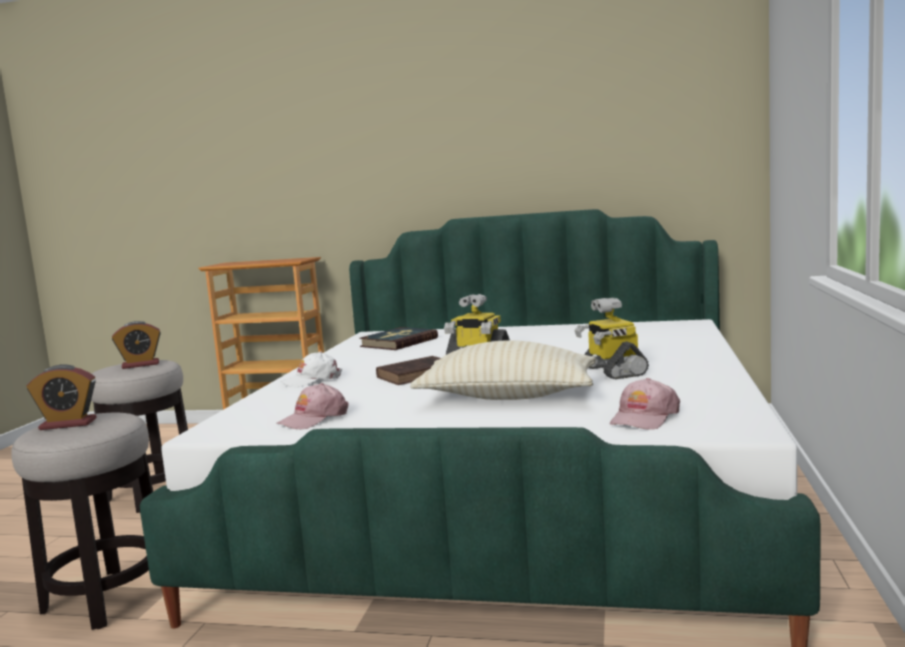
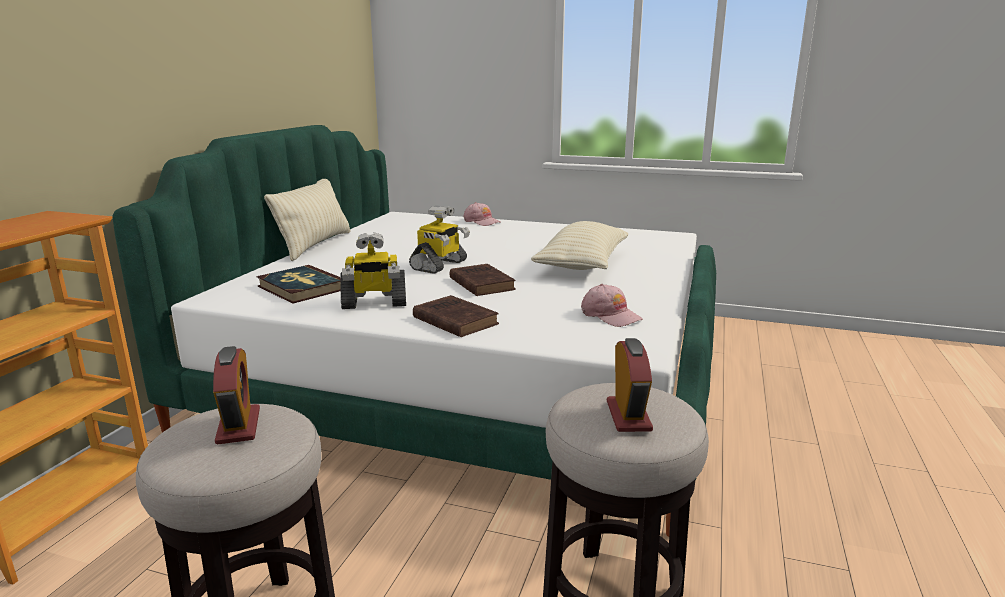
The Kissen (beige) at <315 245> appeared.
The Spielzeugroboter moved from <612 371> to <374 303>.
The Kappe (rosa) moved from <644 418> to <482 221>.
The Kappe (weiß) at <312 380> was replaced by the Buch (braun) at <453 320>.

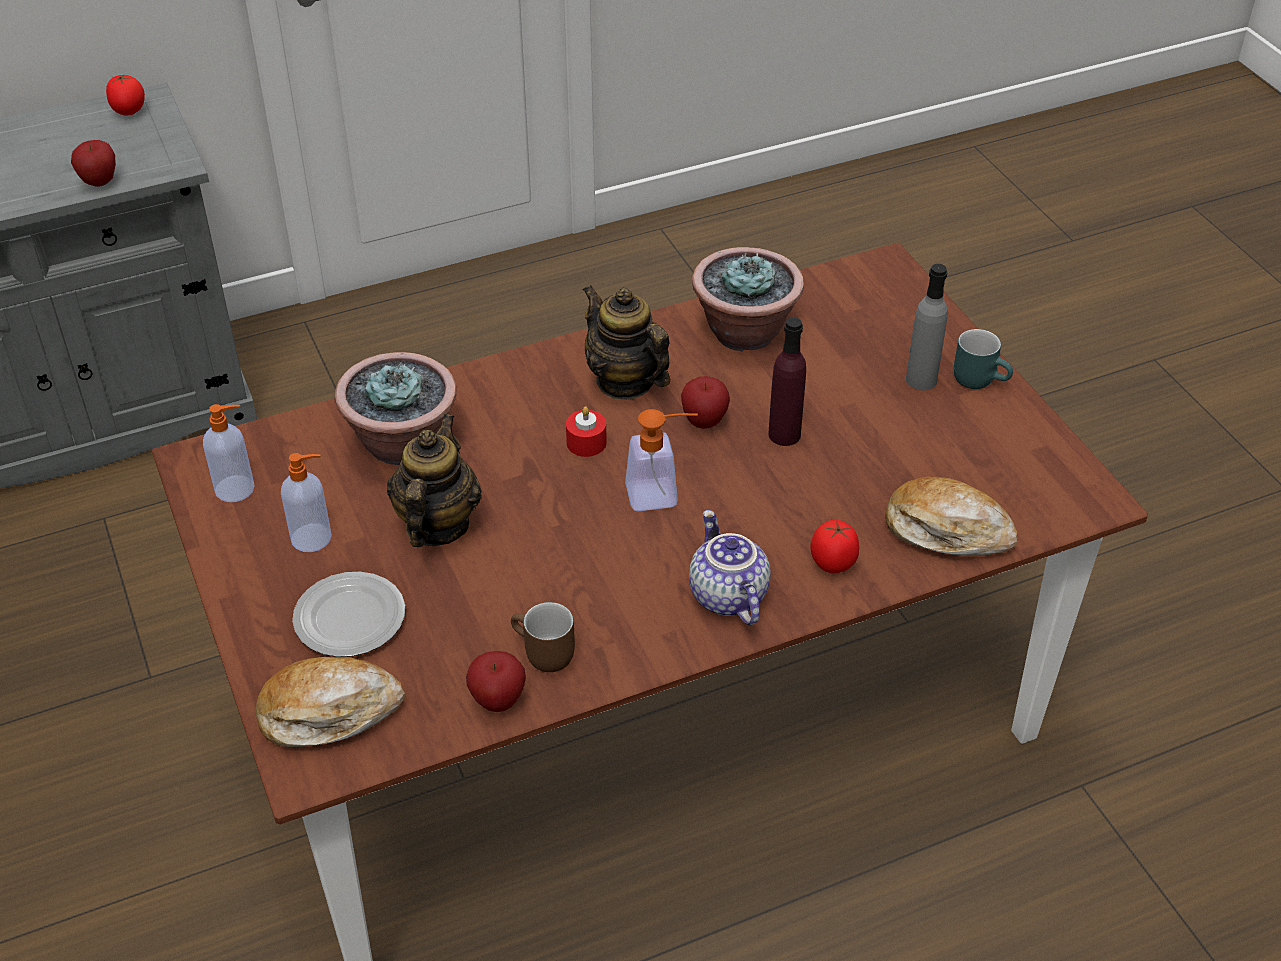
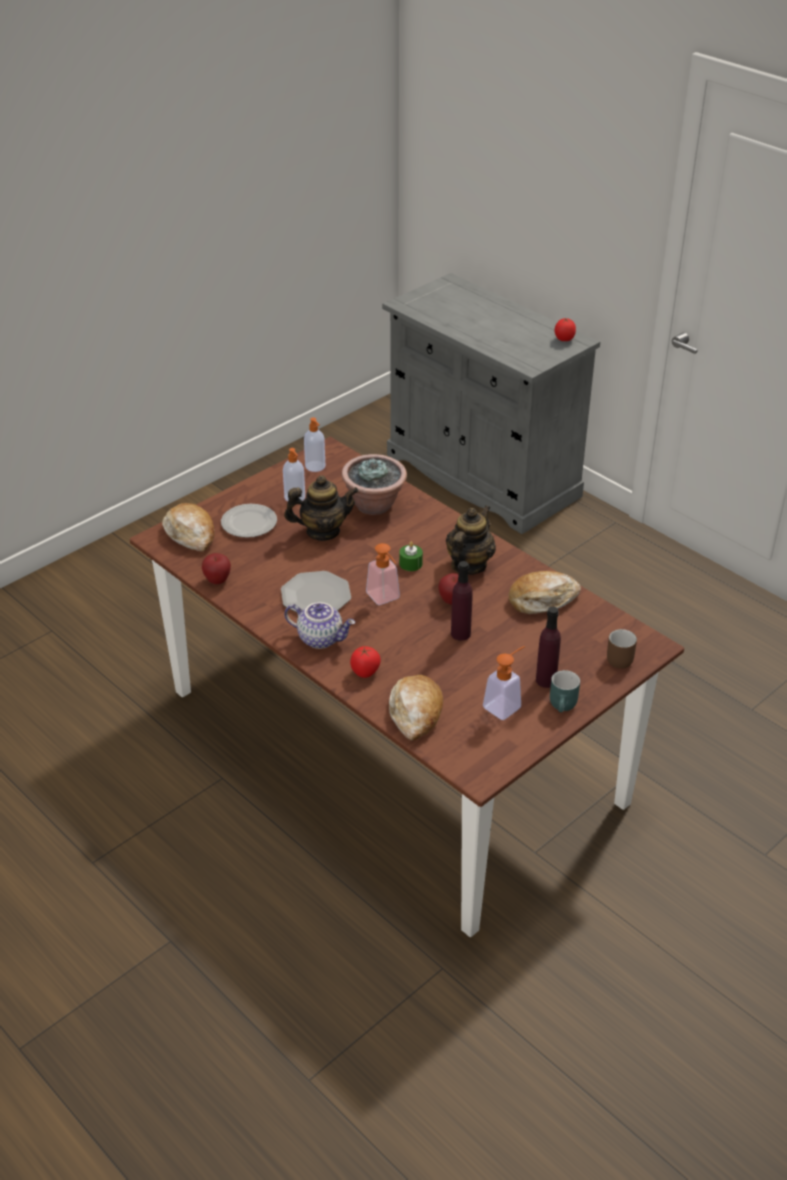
The Apfel at <99 182> disappeared.
The Teller at <316 596> appeared.
The Seifenspender at <506 704> appeared.
The Henkelbecher (braun) moved from <541 655> to <618 657>.
The Topfpflanze at <744 332> was replaced by the Brot at <542 599>.
The Kerze (rot) at <586 442> became the Kerze (grün) at <410 563>.
The Flasche (grau) at <921 380> became the Flasche (lila) at <546 680>.
The Teekanne at <726 596> turned 60 degrees clockwise.

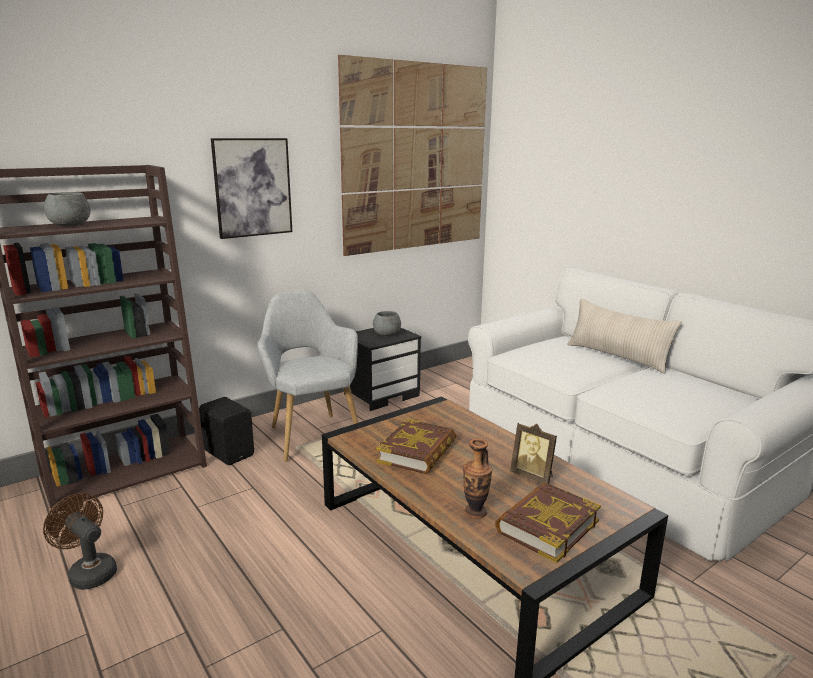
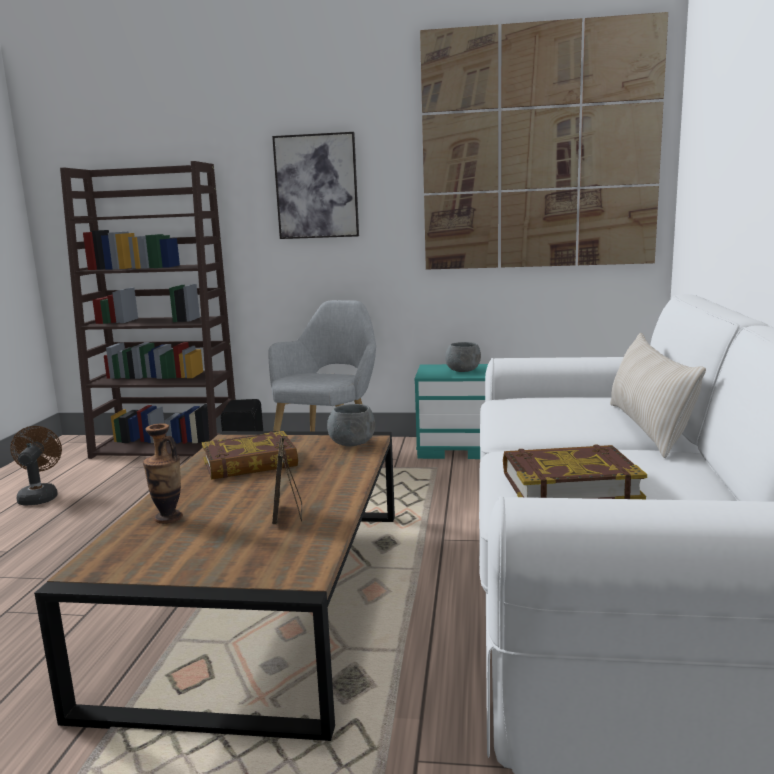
The Schüssel (grau) moved from <70 225> to <352 444>.
The Buch moved from <547 526> to <569 485>.
The Nachttisch (schwarz) at <381 394> became the Nachttisch (türkis) at <458 448>.

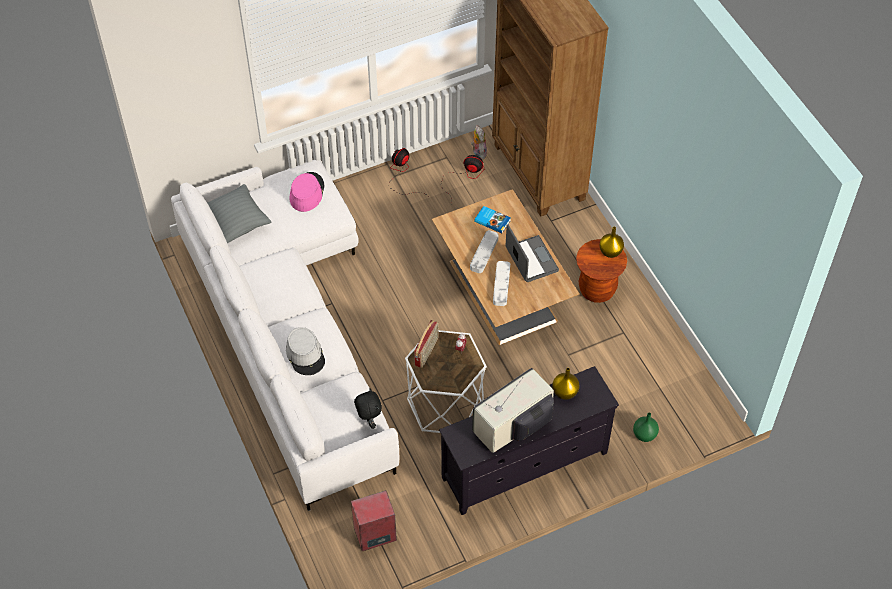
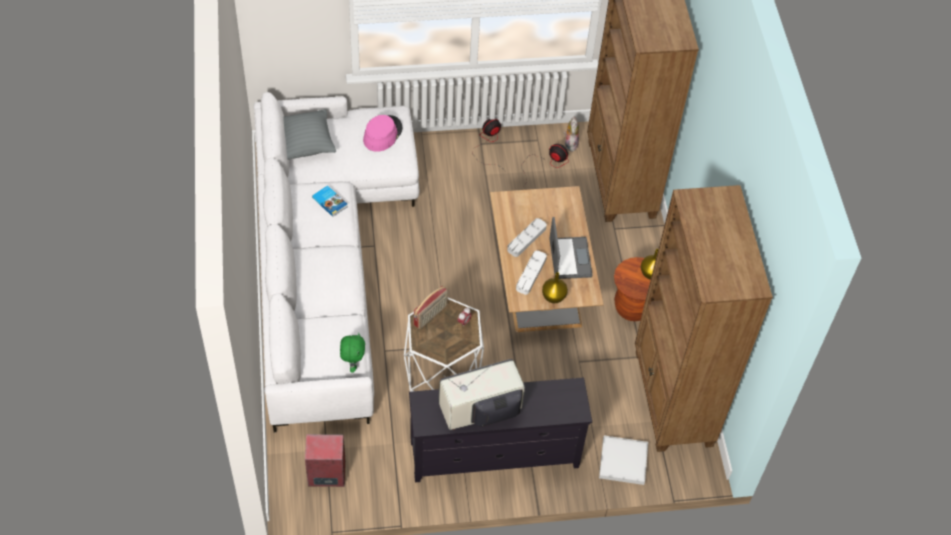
The Hut (grau) at <305 355> disappeared.
The Bücherregal (braun) at <672 399> appeared.
The Buch moved from <492 220> to <330 202>.
The Vase (gelb) moved from <564 392> to <553 296>.
The Vase (grün) at <644 434> was replaced by the Tablett (weiß) at <623 461>.
The Plüschtier (schwarz) at <369 421> became the Plüschtier (grün) at <352 364>.

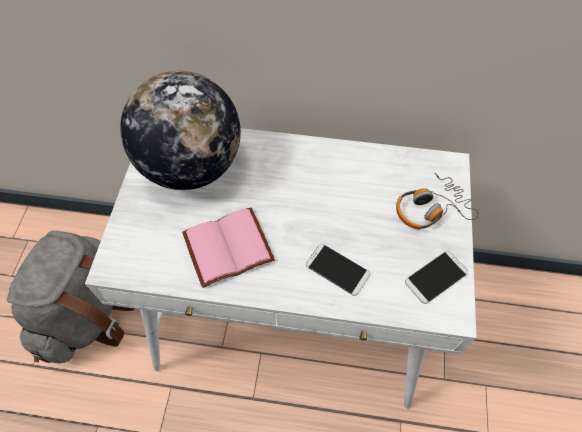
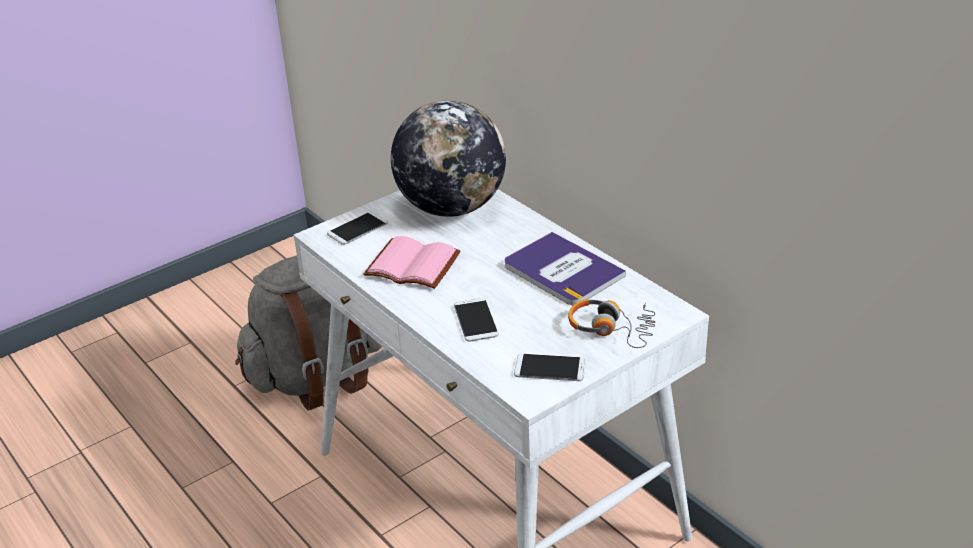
The Handy at <357 229> appeared.
The Buch at <562 270> appeared.

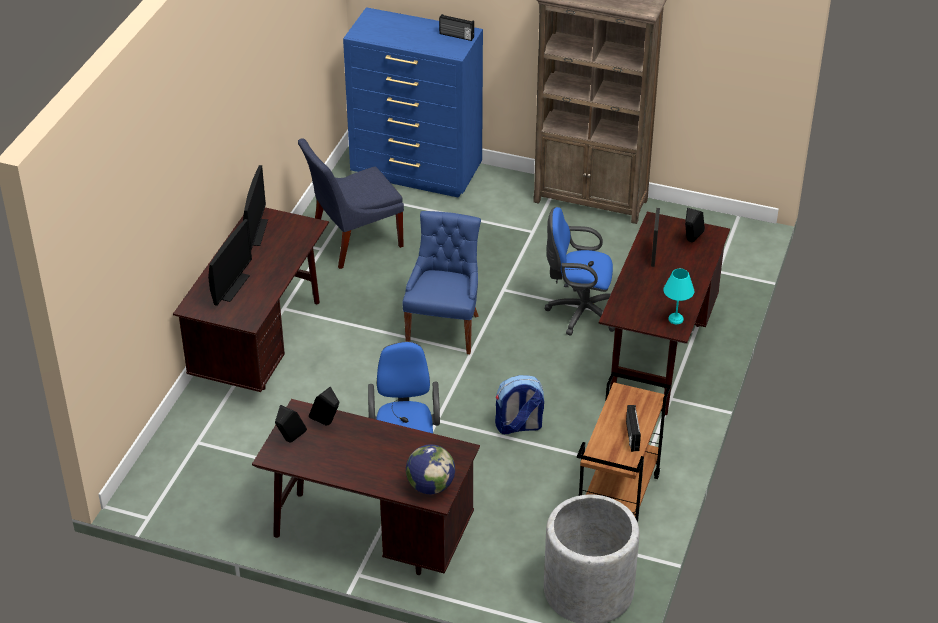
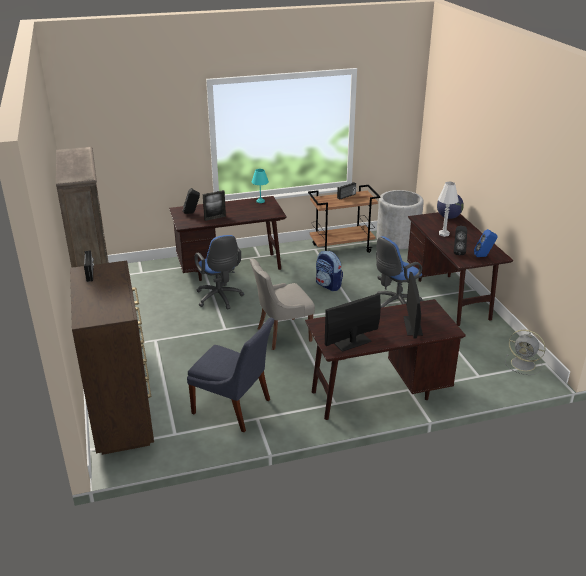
The Tischlampe (weiß) at <444 234> appeared.
The Ventilator (grau) at <524 364> appeared.
The Lautsprecher (schwarz) at <290 441> became the Lautsprecher (blau) at <483 256>.
The Kommode (blau) at <417 173> became the Kommode (braun) at <123 416>.
The Stuhl (blau) at <444 329> became the Stuhl (grau) at <282 334>.
The Monitor at <231 286> turned 75 degrees counterclockwise.

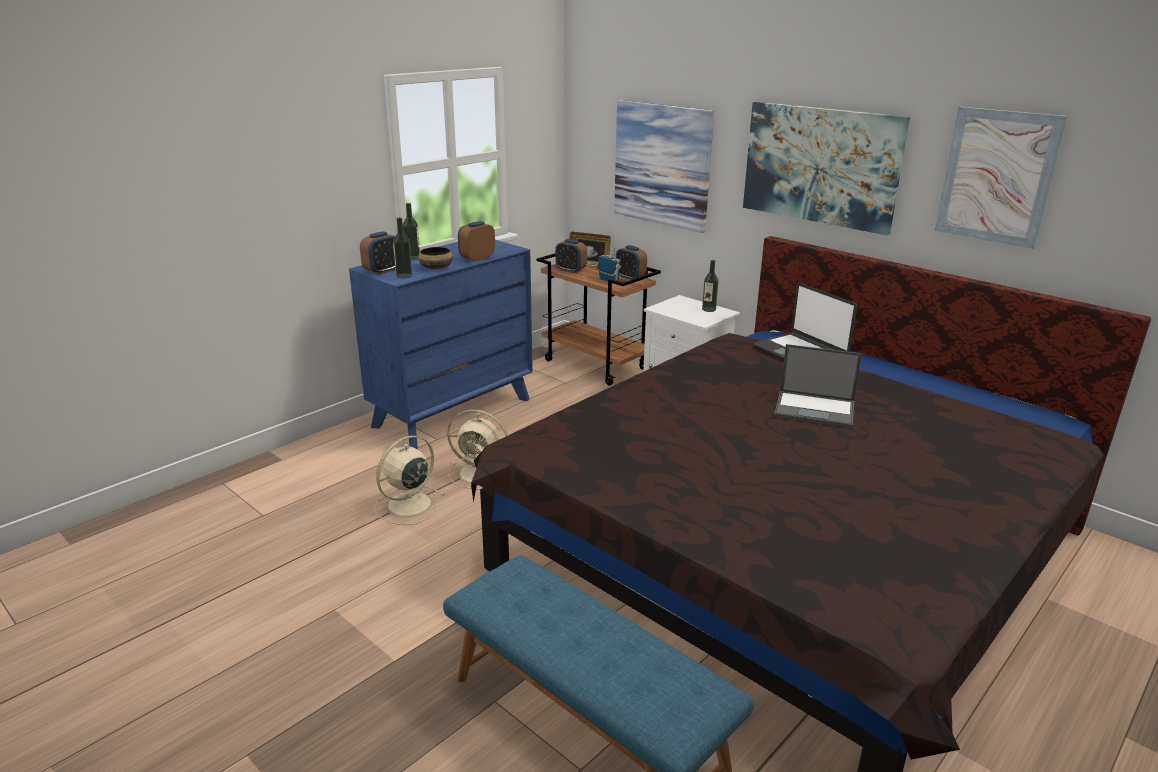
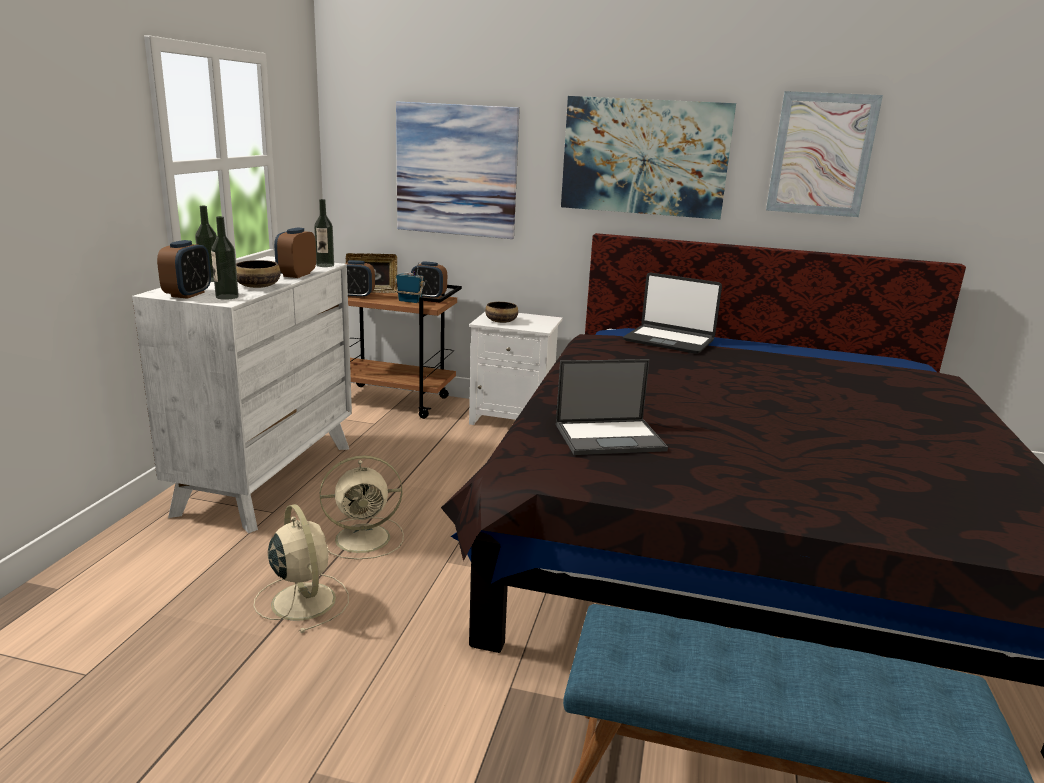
The Schüssel at <501 321> appeared.
The Flasche moved from <709 309> to <325 265>.
The Laptop moved from <815 409> to <610 437>.
The Kommode (blau) at <453 412> became the Kommode (weiß) at <267 478>.
The Ventilator (beige) at <407 505> turned 135 degrees clockwise.

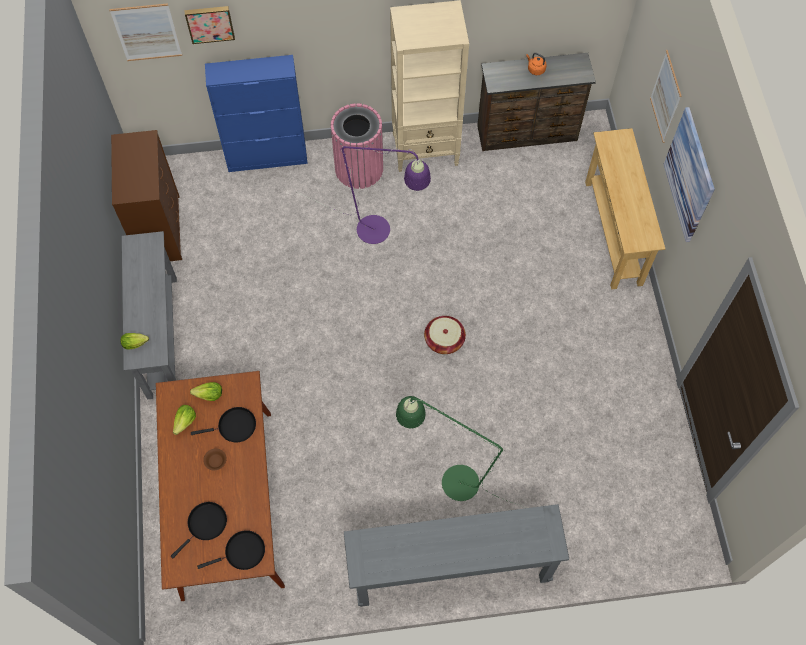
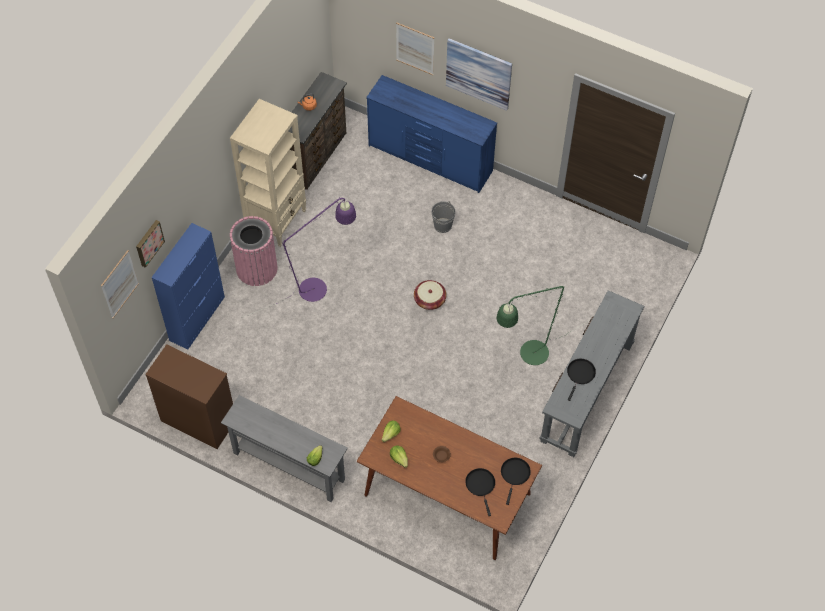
The Eimer (grau) at <443 225> appeared.
The Pfanne (schwarz) moved from <234 426> to <580 374>.
The Konsolentisch (beige) at <613 232> was replaced by the Kommode (blau) at <430 159>.

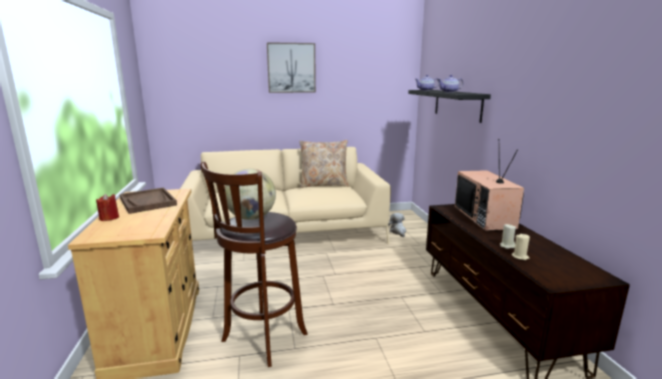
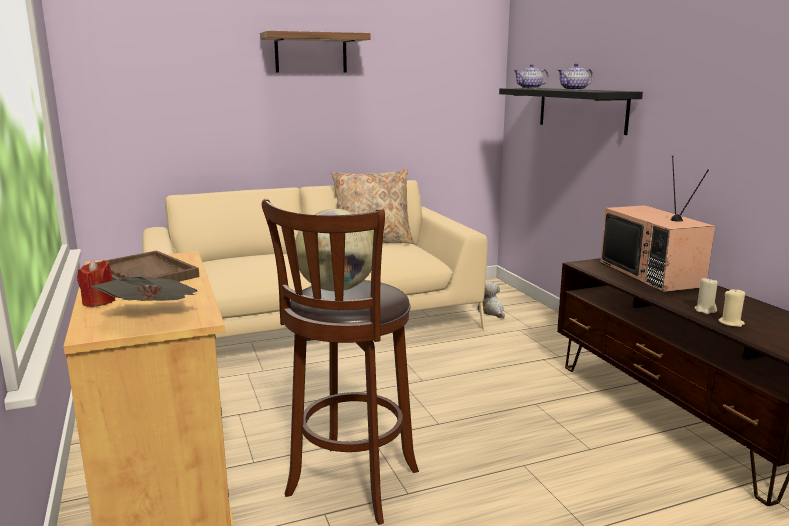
The Zeitung at <152 316> appeared.
The Bild at <291 68> was replaced by the Wandregal at <311 53>.

